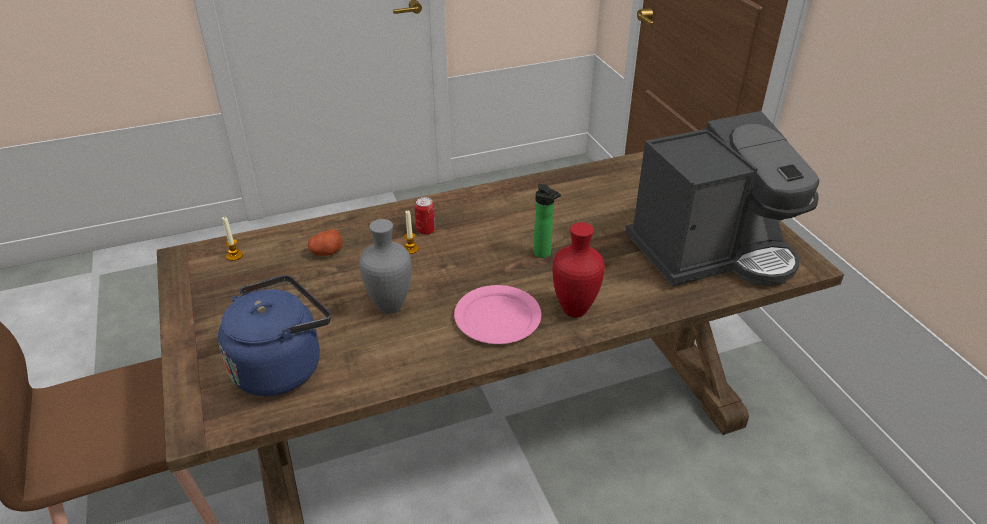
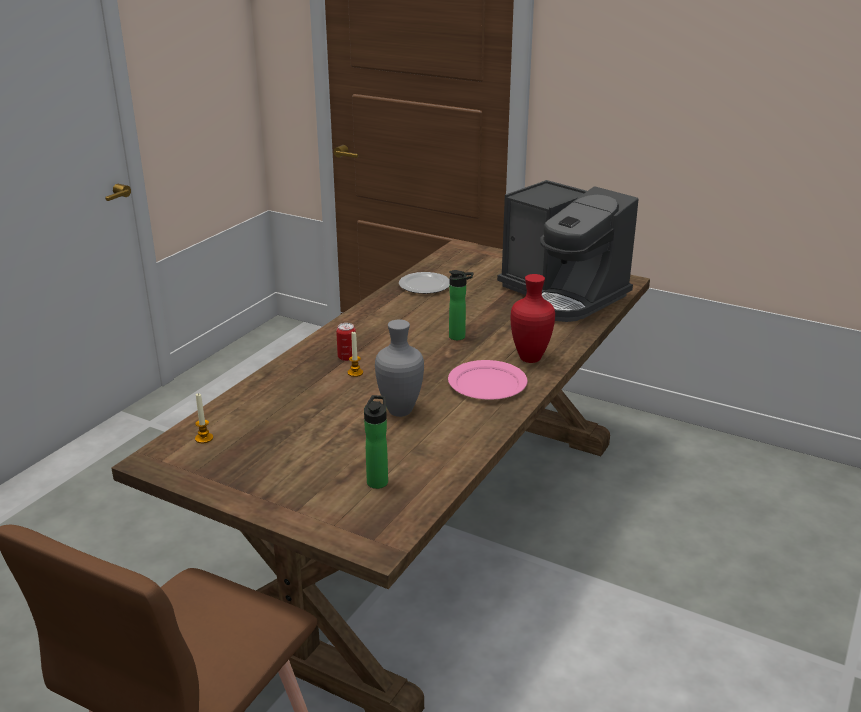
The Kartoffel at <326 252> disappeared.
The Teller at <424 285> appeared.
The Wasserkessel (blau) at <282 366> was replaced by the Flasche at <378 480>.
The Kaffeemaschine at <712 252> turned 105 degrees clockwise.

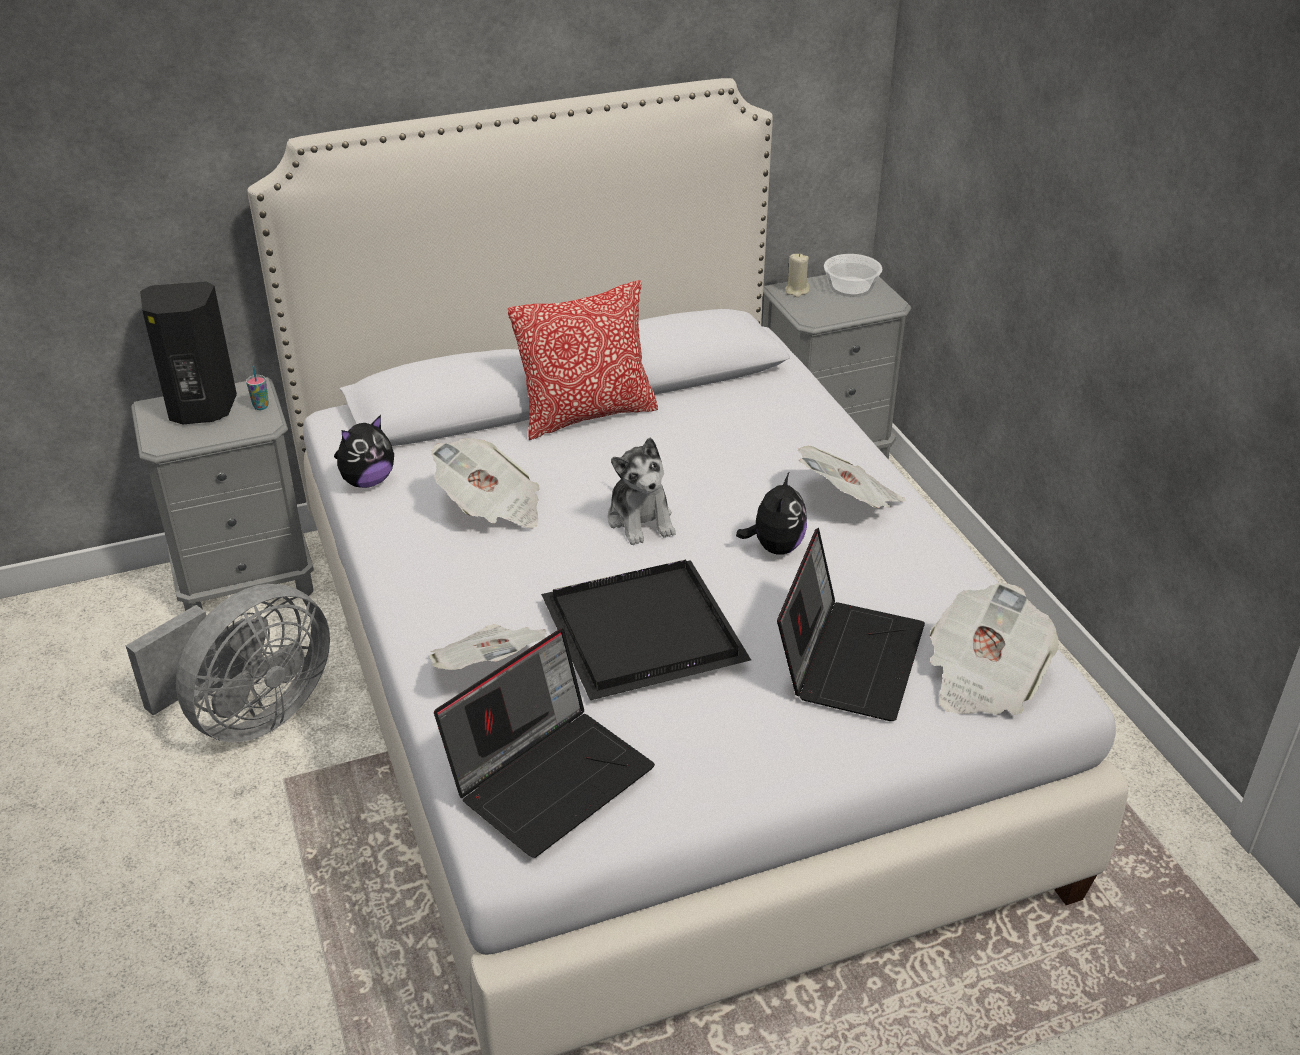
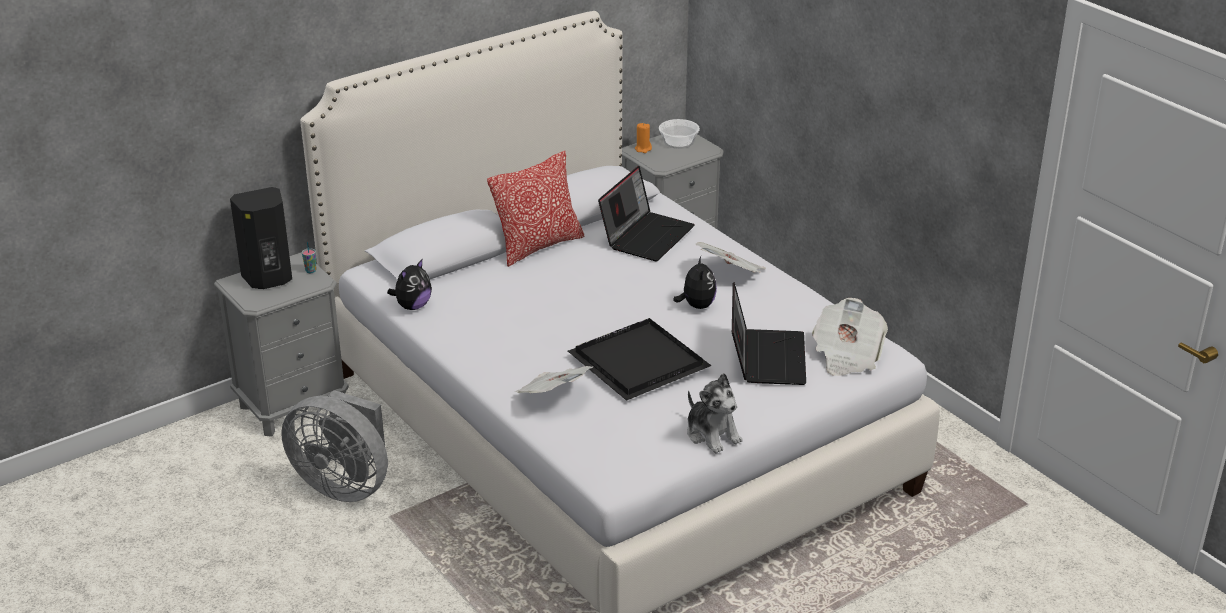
The Zeitung at <491 508> disappeared.
The Laptop moved from <550 775> to <646 235>.
The Plüschtier moved from <641 520> to <712 434>.
The Kerze (beige) at <796 291> became the Kerze (orange) at <643 149>.
The Ventilator (grau) at <250 716> turned 90 degrees clockwise.

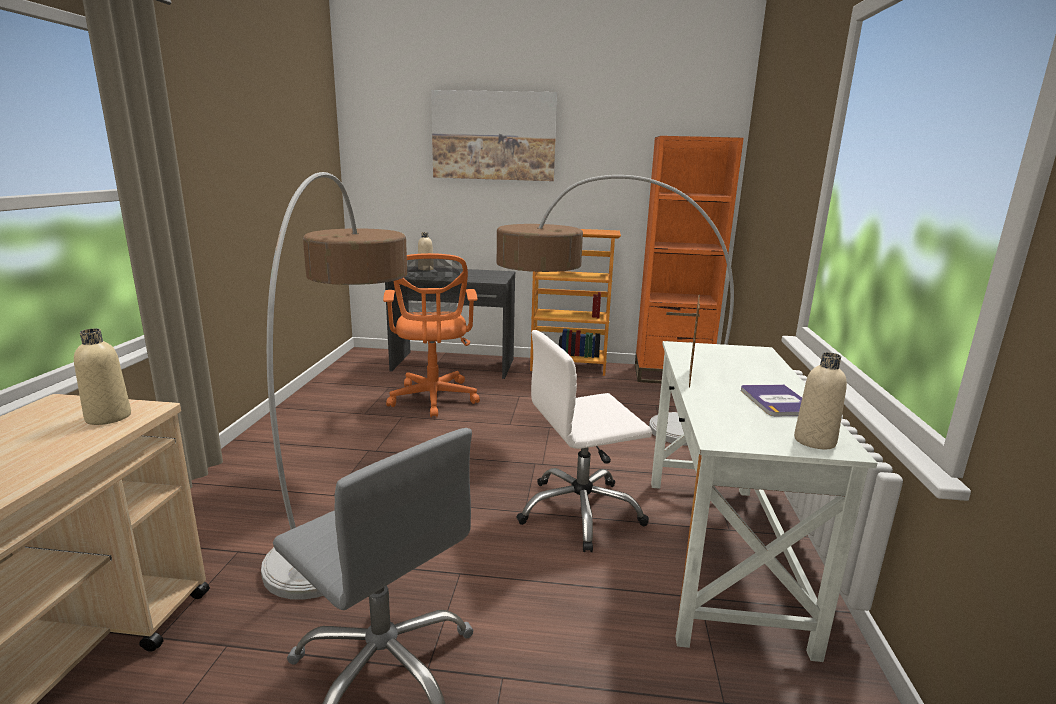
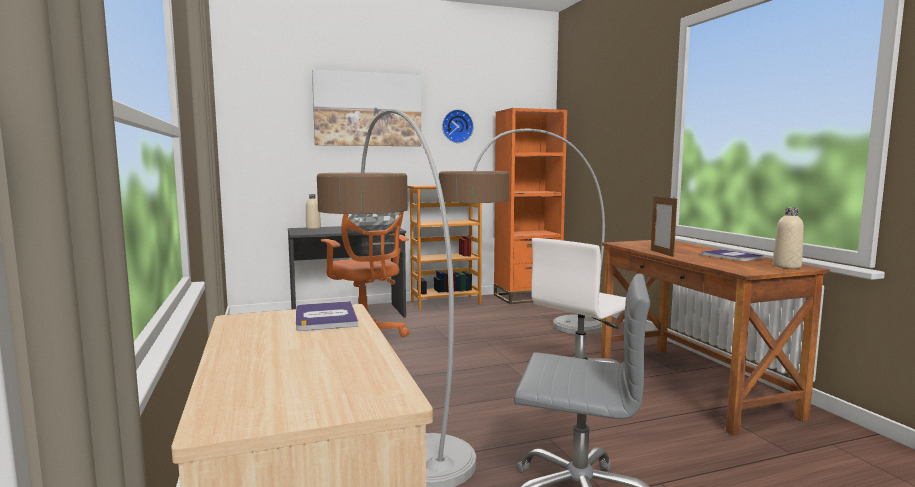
The Wanduhr at <457 126> appeared.
The Flasche (beige) at <108 417> was replaced by the Buch at <325 317>.
The Schreibtisch (weiß) at <720 554> became the Schreibtisch (braun) at <691 385>.

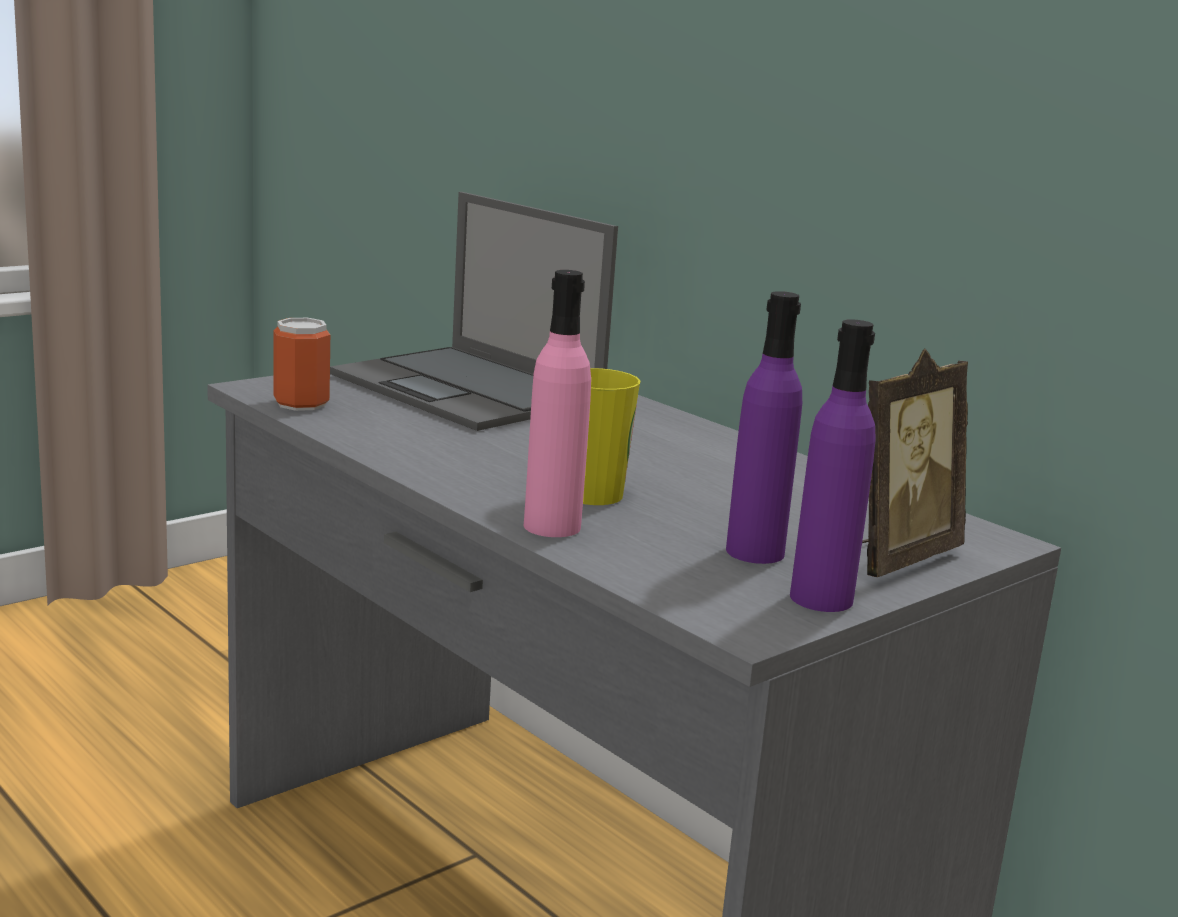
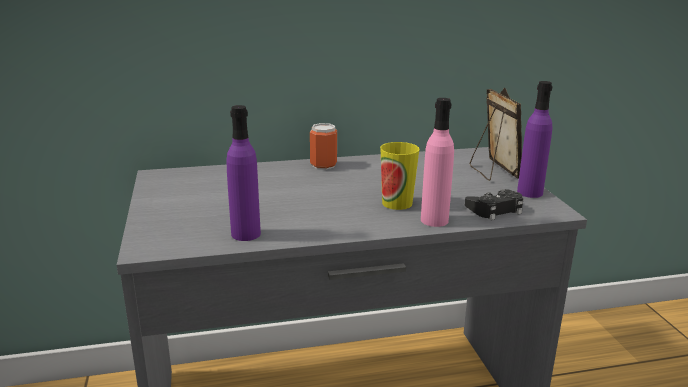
The Laptop at <469 389> disappeared.
The Gamepad (schwarz) at <495 210> appeared.
The Dose moved from <301 403> to <323 165>.
The Flasche (lila) moved from <755 552> to <245 234>.

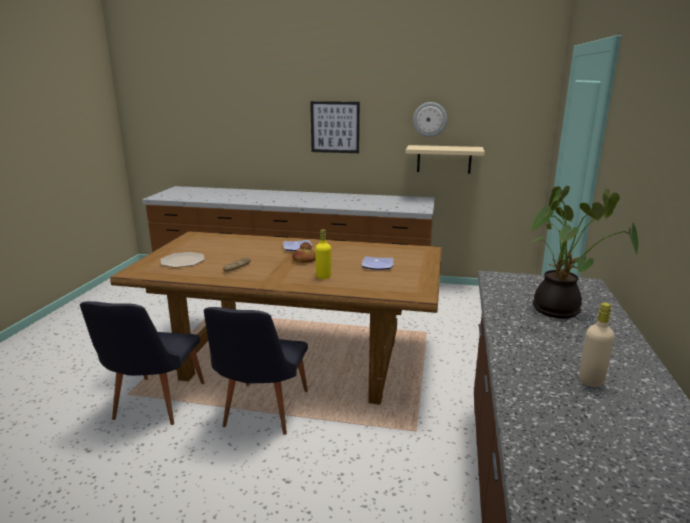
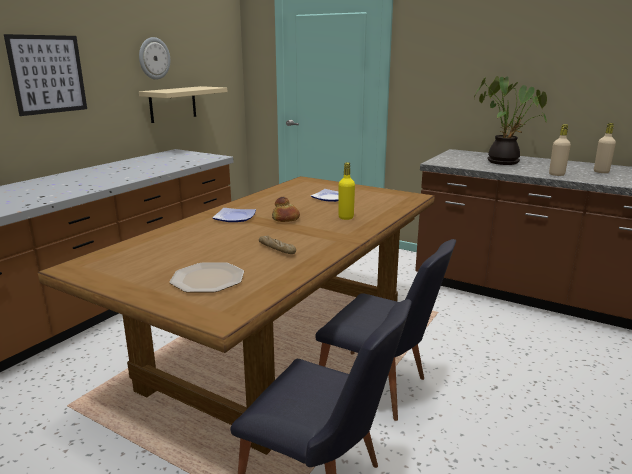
The Flasche (beige) at <556 174> appeared.

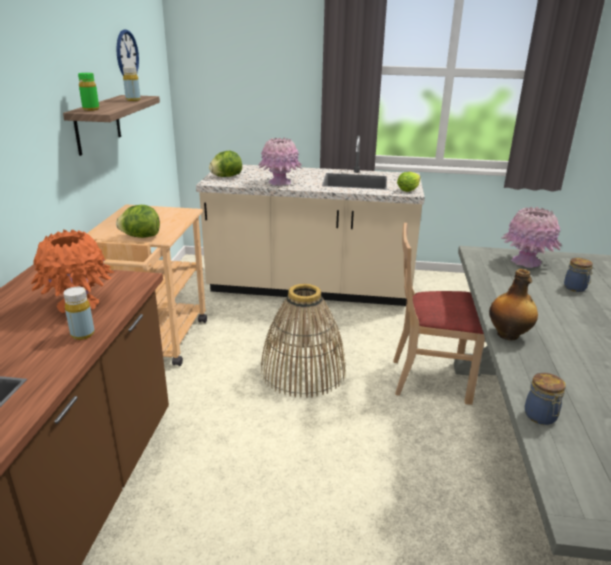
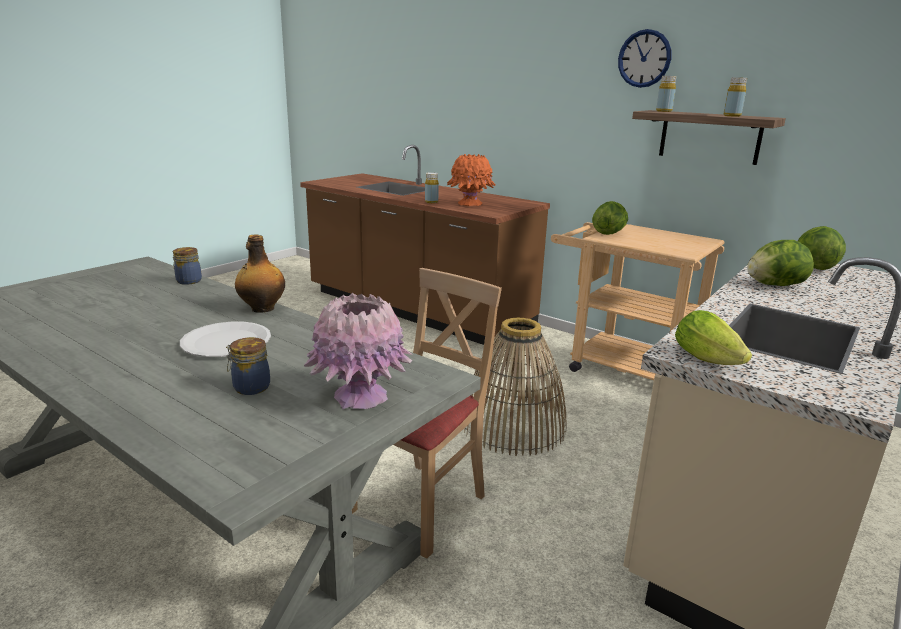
The Teller (weiß) at <226 342> appeared.
The Wanduhr moved from <127 55> to <644 58>.
The Vase (rosa) at <280 182> was replaced by the Salatkopf at <774 285>.
The Flasche (grün) at <91 109> became the Flasche (gelb) at <664 111>.

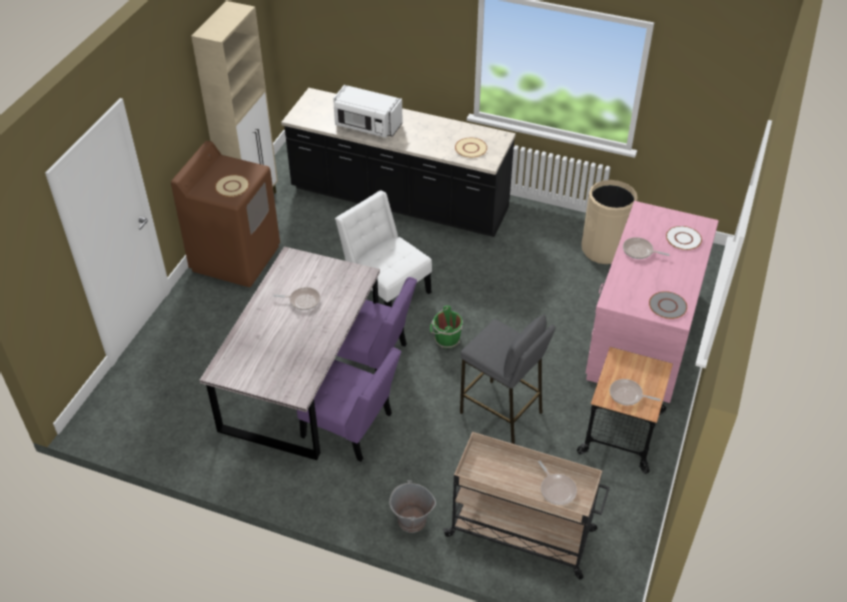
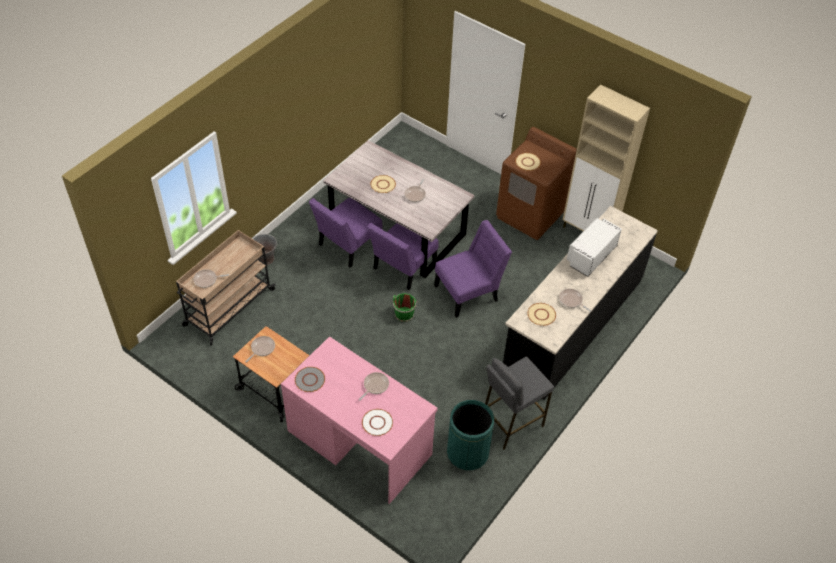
The Teller (beige) at <383 184> appeared.
The Pfanne at <571 301> appeared.
The Hocker (grau) moved from <501 412> to <511 423>.
The Stuhl (weiß) at <386 289> became the Stuhl (lila) at <469 292>.
The Mülleimer (beige) at <604 249> became the Mülleimer (grün) at <467 453>.

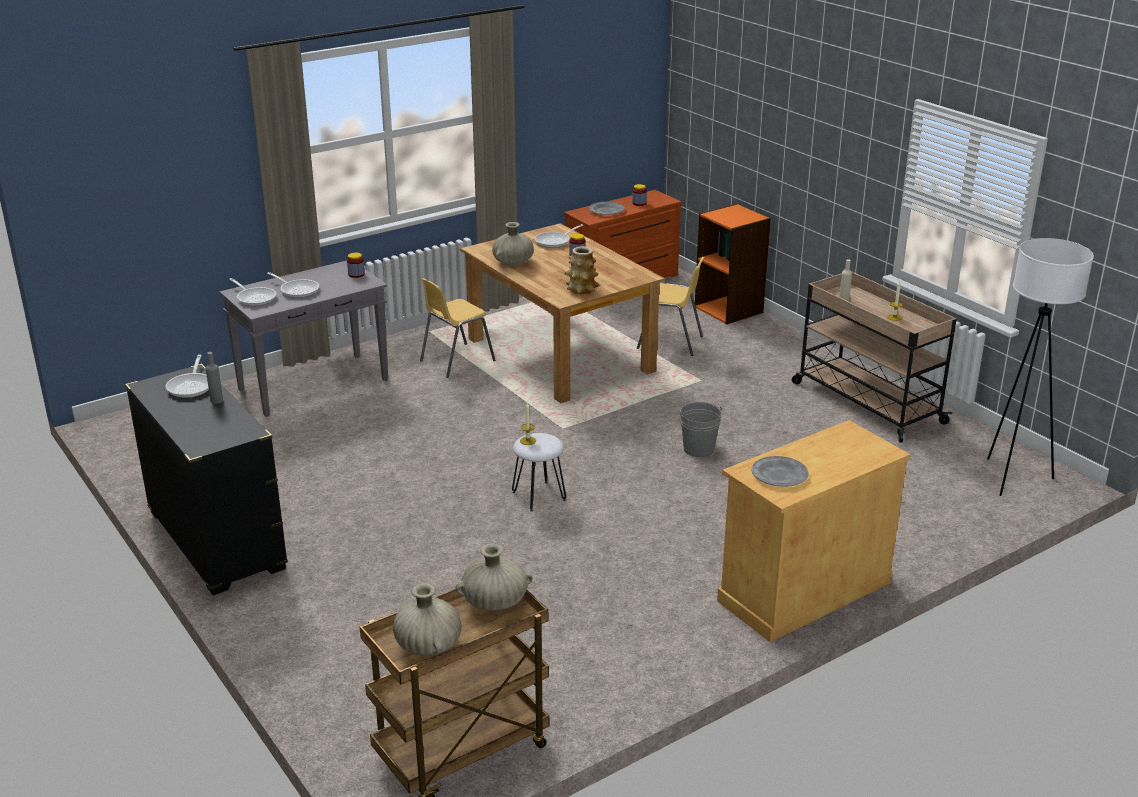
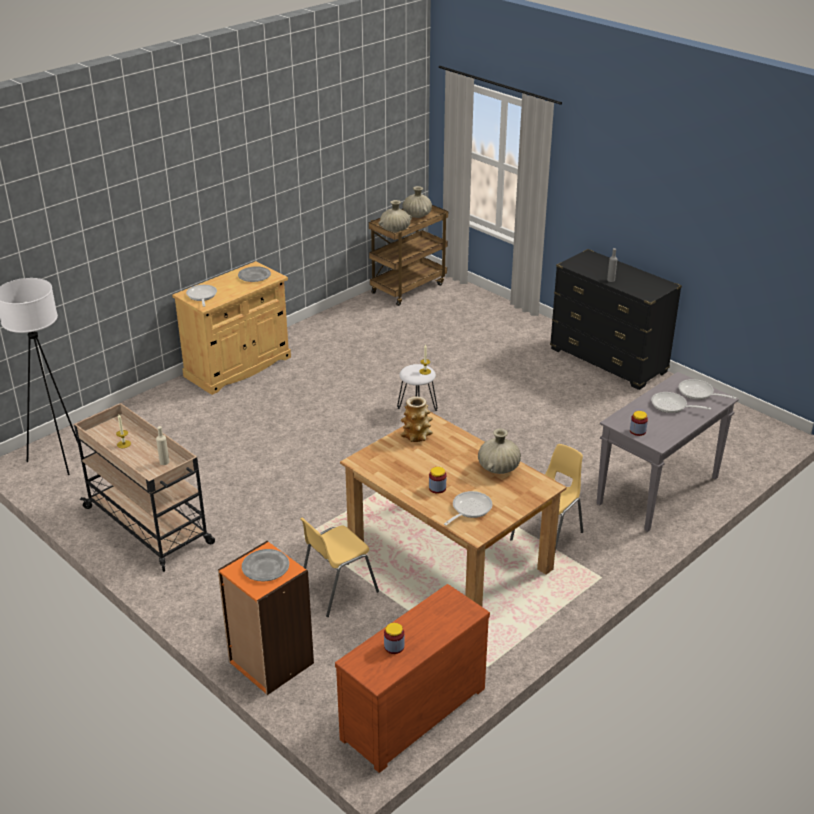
The Eimer (grau) at <699 449> disappeared.
The Pfanne moved from <191 386> to <201 296>.
The Teller (grau) moved from <606 210> to <265 568>.
The Stuhl (gelb) at <670 343> turned 45 degrees counterclockwise.

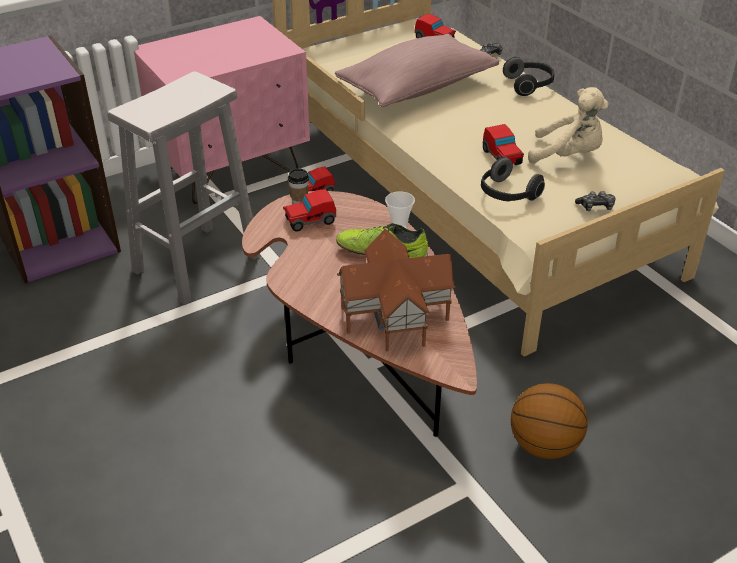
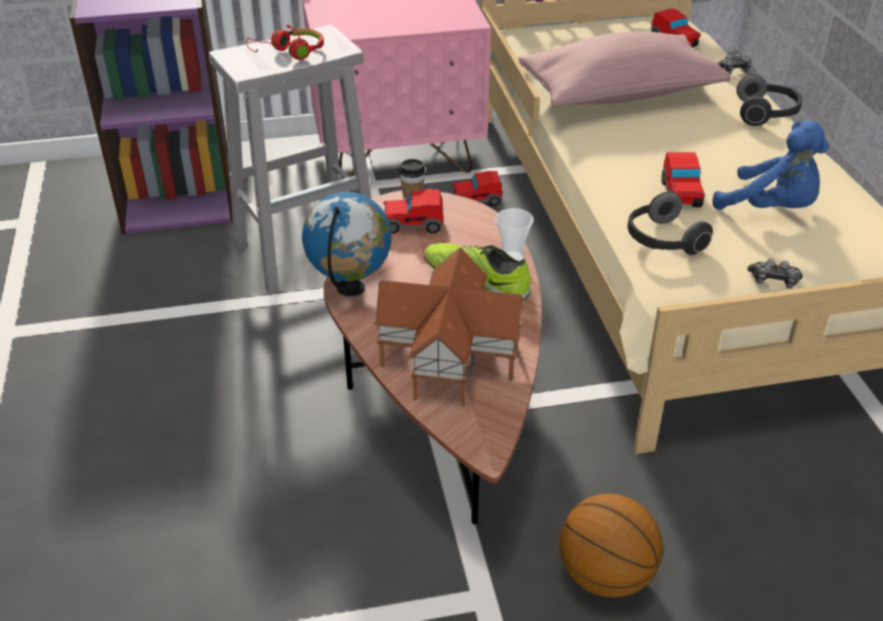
The Kopfhörer (rot) at <290 52> appeared.
The Globus at <351 288> appeared.
The Plüschtier (beige) at <568 155> became the Plüschtier (blau) at <771 209>.

